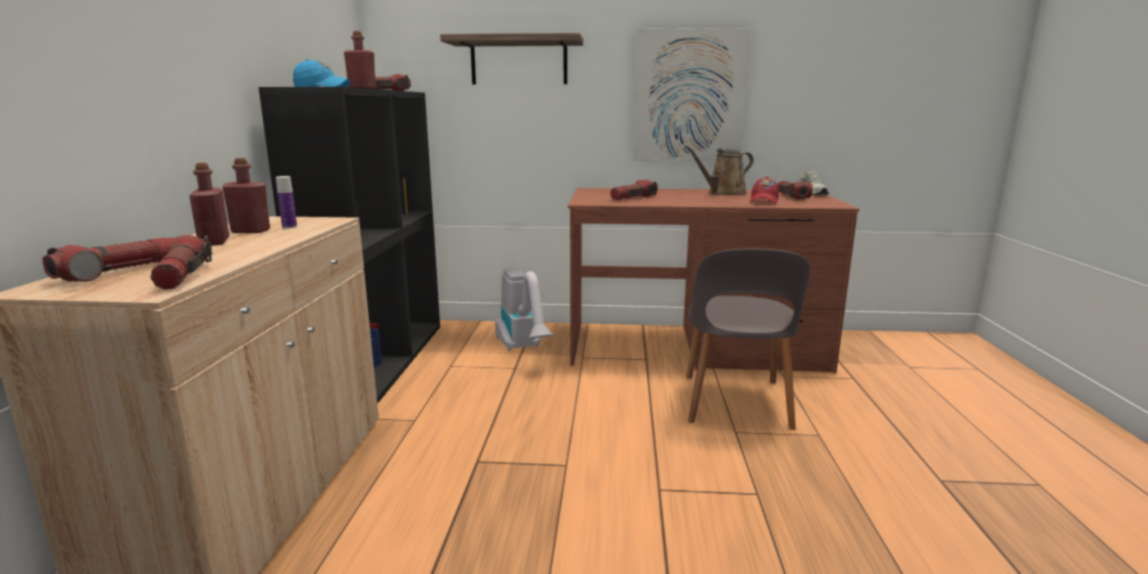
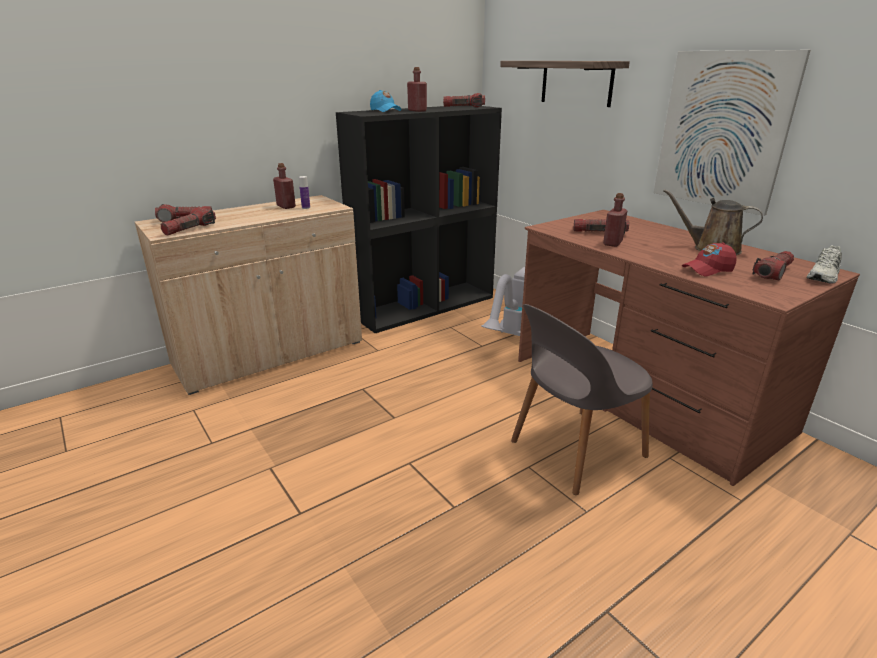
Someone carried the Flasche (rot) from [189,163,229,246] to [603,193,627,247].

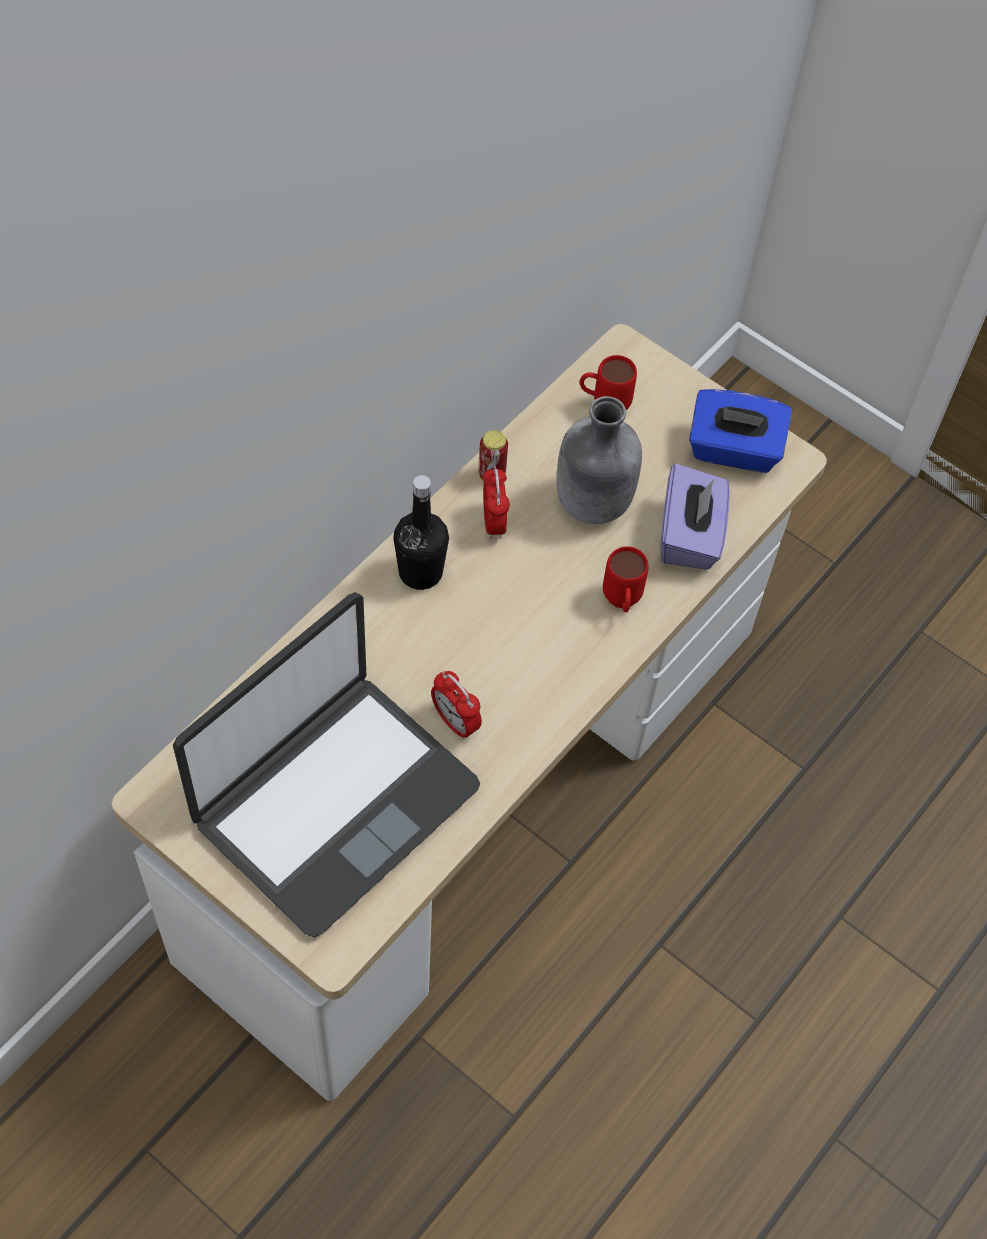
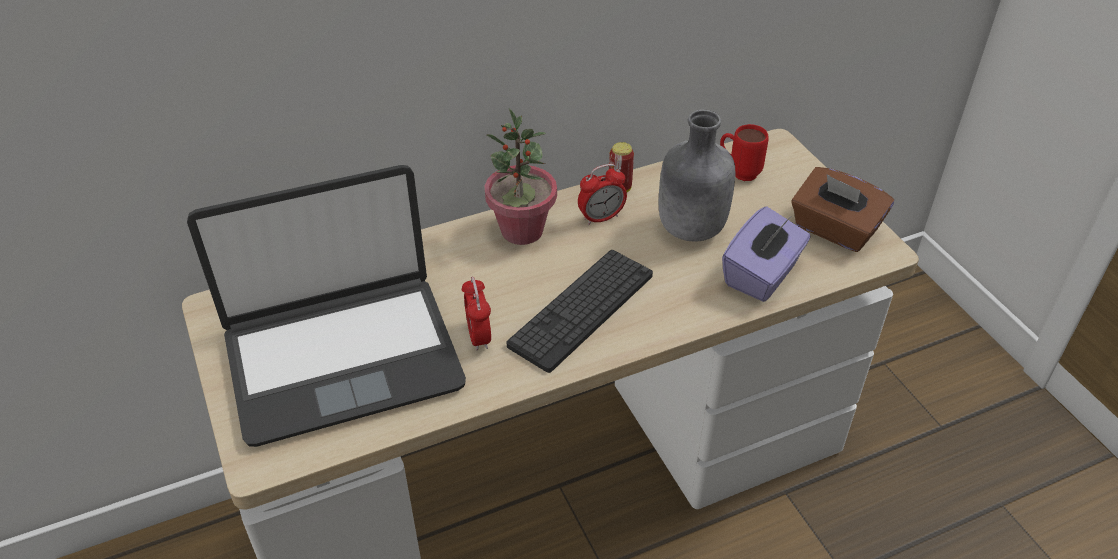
Someone took away the Henkelbecher (rot) at [603,546,649,613].
Someone put down the Tastatur at [507,250,653,373].
Someone swapped the Flasche (schwarz) at [394,475,449,590] for the Topfpflanze at [485,108,557,245].
Someone repainted the Taschentuchbox (blau) at [689,389,792,473], which became the Taschentuchbox (braun) at [792,167,894,252].
Someone rotated the Wecker at [483,466,510,539] by 45 degrees clockwise.

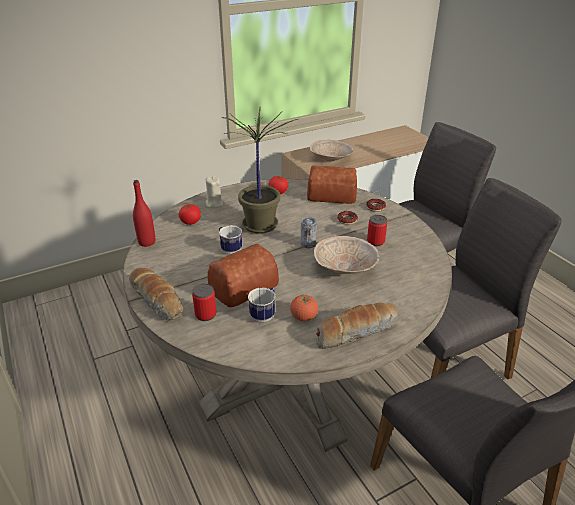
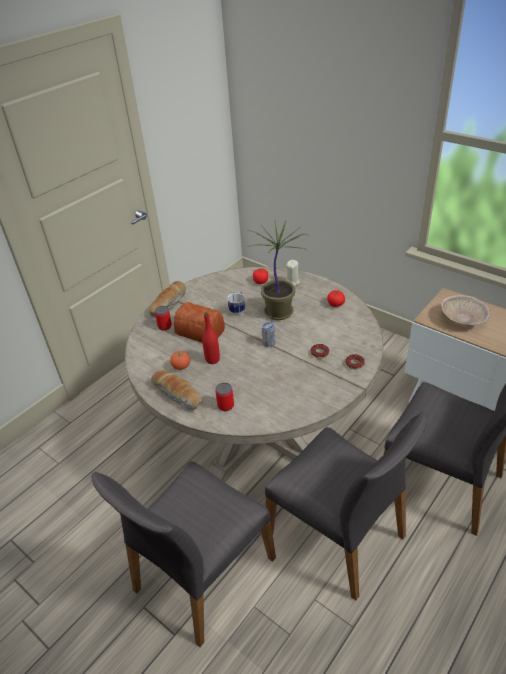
Someone took away the Henkelbecher at [248,288,275,323].
Someone took away the Brot at [307,166,357,204].
Someone took away the Schüssel (beige) at [314,236,380,274].
Someone carried the Flasche (rot) from [133,180,155,247] to [202,312,220,364].
Someone carried the Dose from [367,215,387,246] to [215,383,234,411].

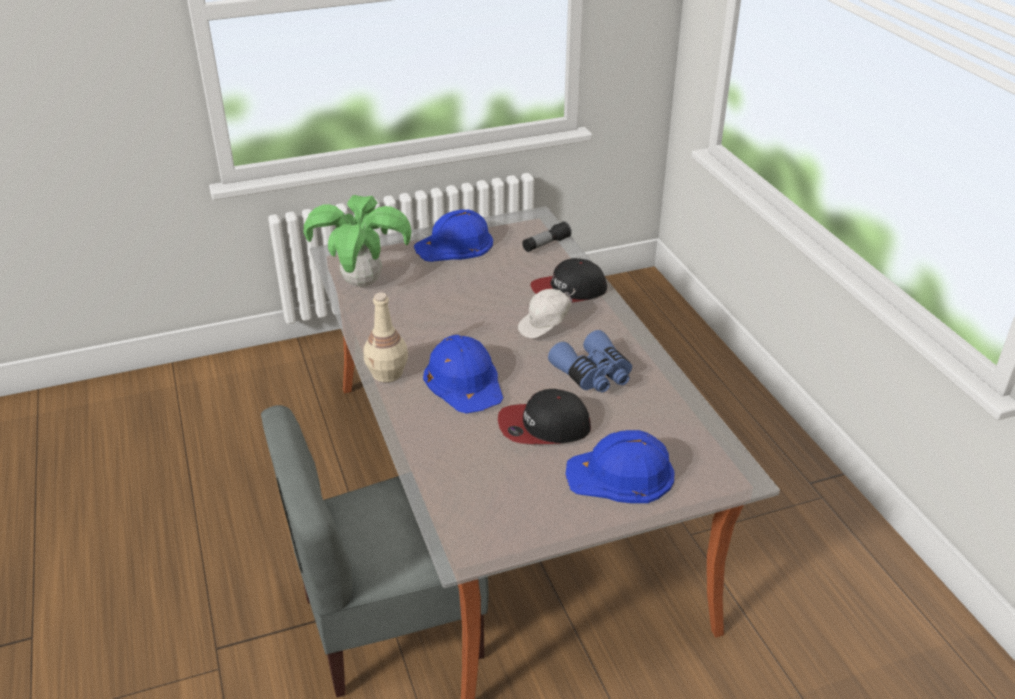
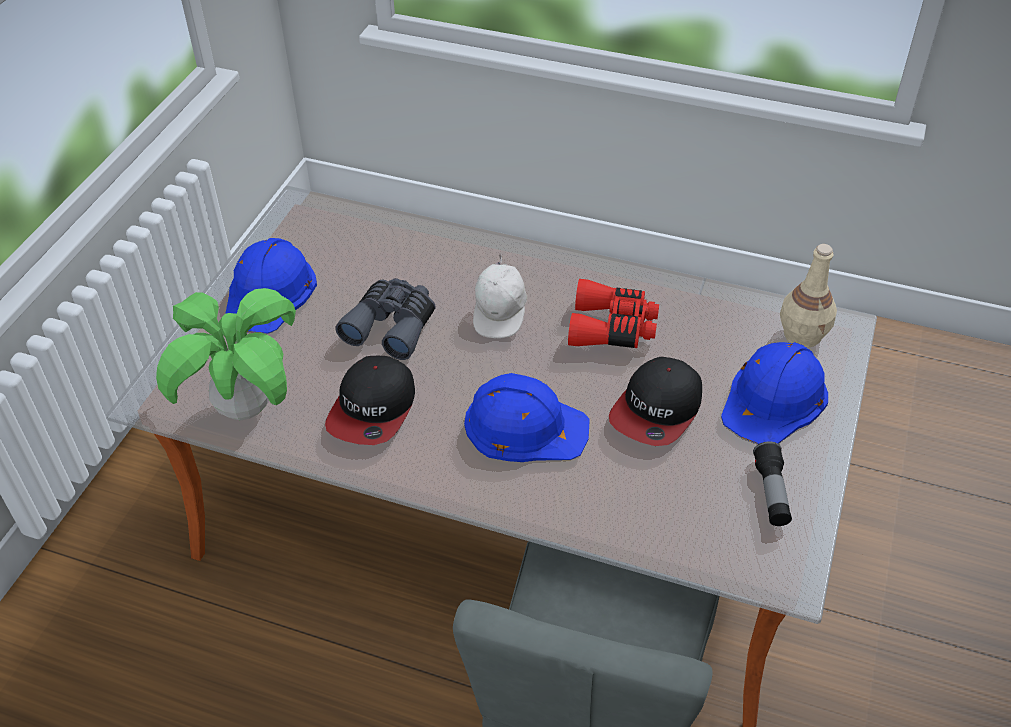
Someone put down the Fernglas (grau) at [336,278,436,360].
Someone carried the Flasche (beige) from [363,292,408,382] to [780,244,837,348].
Someone carried the Taschenlampe from [522,221,572,252] to [753,441,792,526].
Someone carried the Kappe from [530,258,607,302] to [325,356,415,445].
Someone repainted the Fernglas (blau) at [548,330,632,392], which became the Fernglas (rot) at [568,279,659,348].

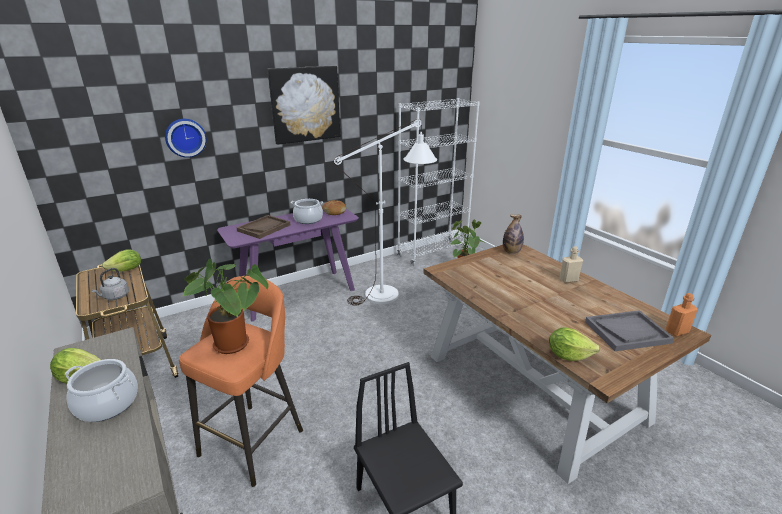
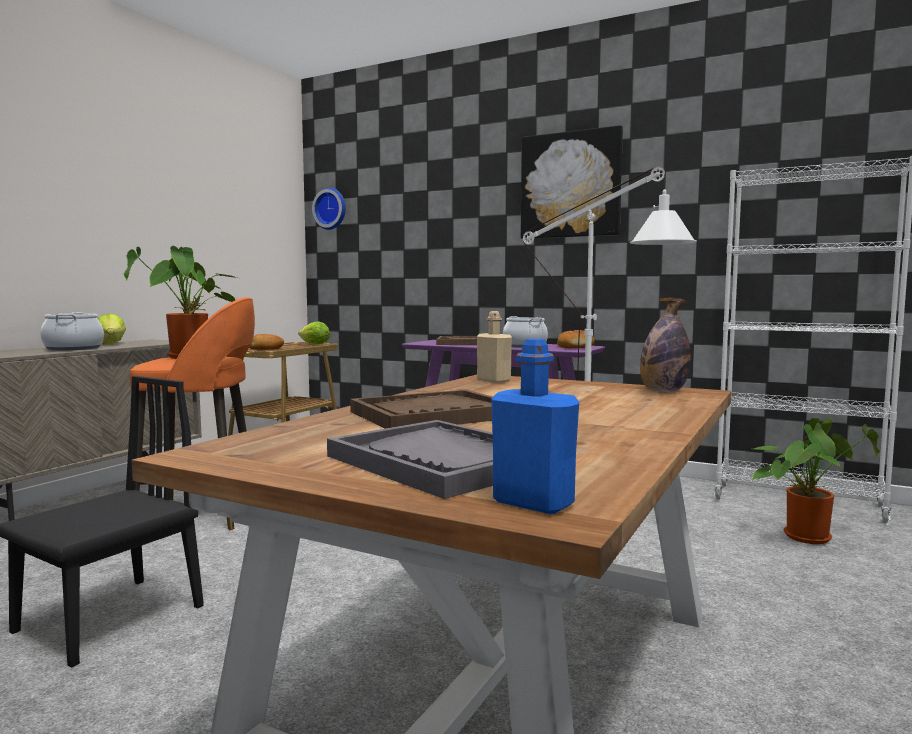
Someone took away the Salatkopf at [549,327,600,361].
Someone put down the Tablett (braun) at [350,390,493,429].
Someone carried the Wanduhr from [165,119,207,158] to [312,188,346,230].
Someone carried the Flasche (beige) from [560,246,583,283] to [477,311,512,383].
Someone swapped the Wasserkessel (grau) at [91,268,129,300] for the Brot at [249,334,284,350].
Someone repainted the Flasche (orange) at [666,293,698,336], which became the Flasche (blau) at [491,339,579,514].

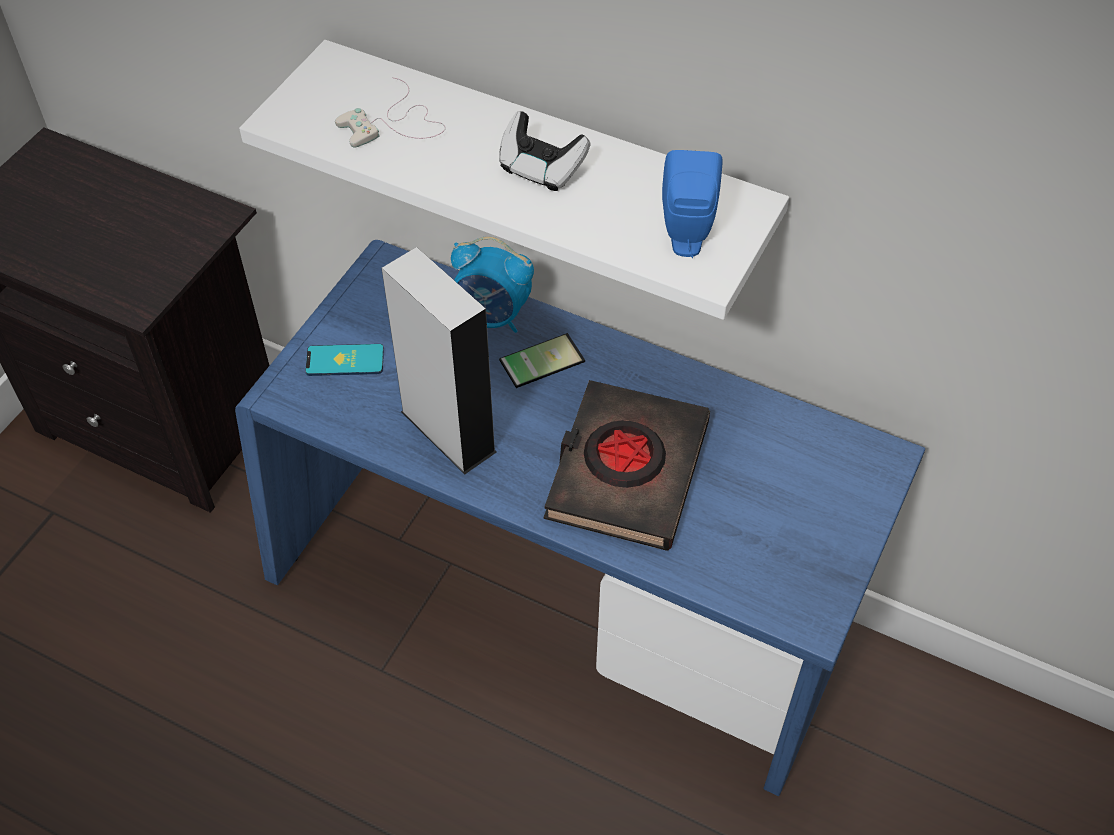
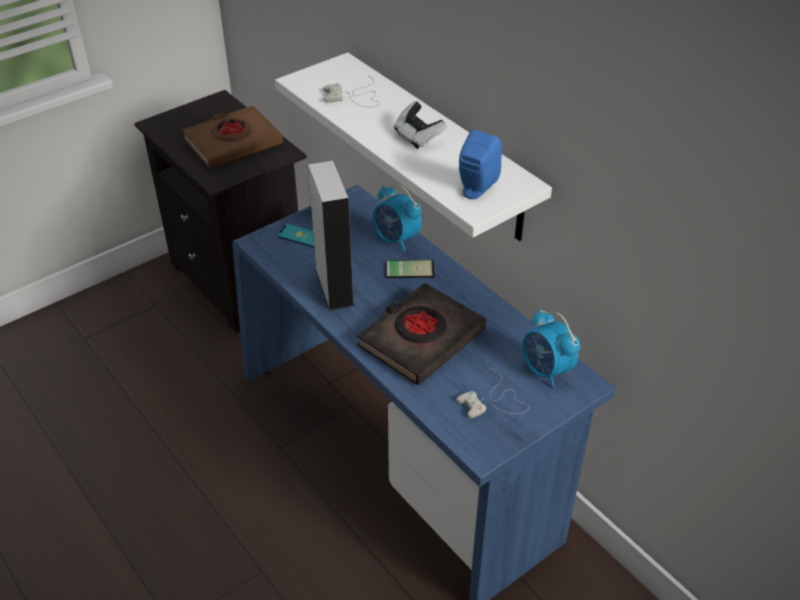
Someone put down the Buch (braun) at [182,106,283,168].
Someone put down the Gamepad (weiß) at [457,368,529,418].
Someone put down the Wecker at [522,309,580,387].

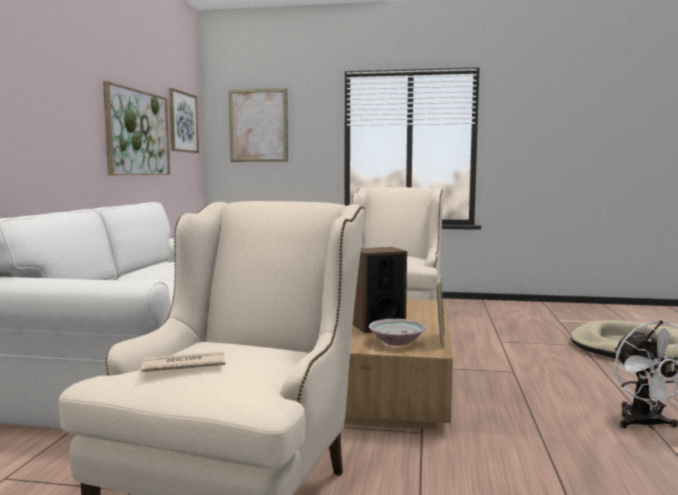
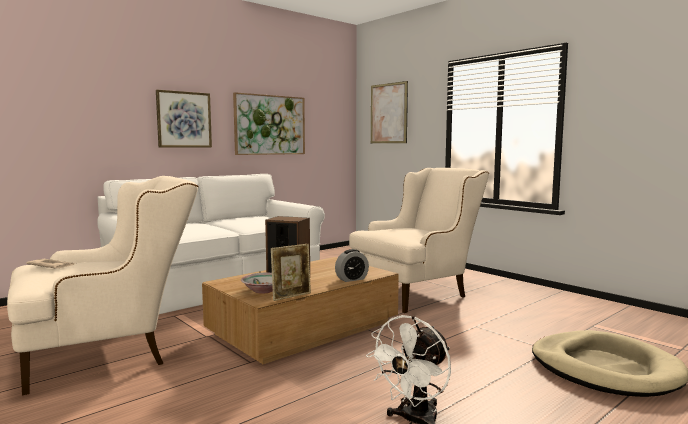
Someone put down the Wecker at [335,249,369,282].
Someone carried the Bild from [169,88,199,153] to [156,90,212,148].

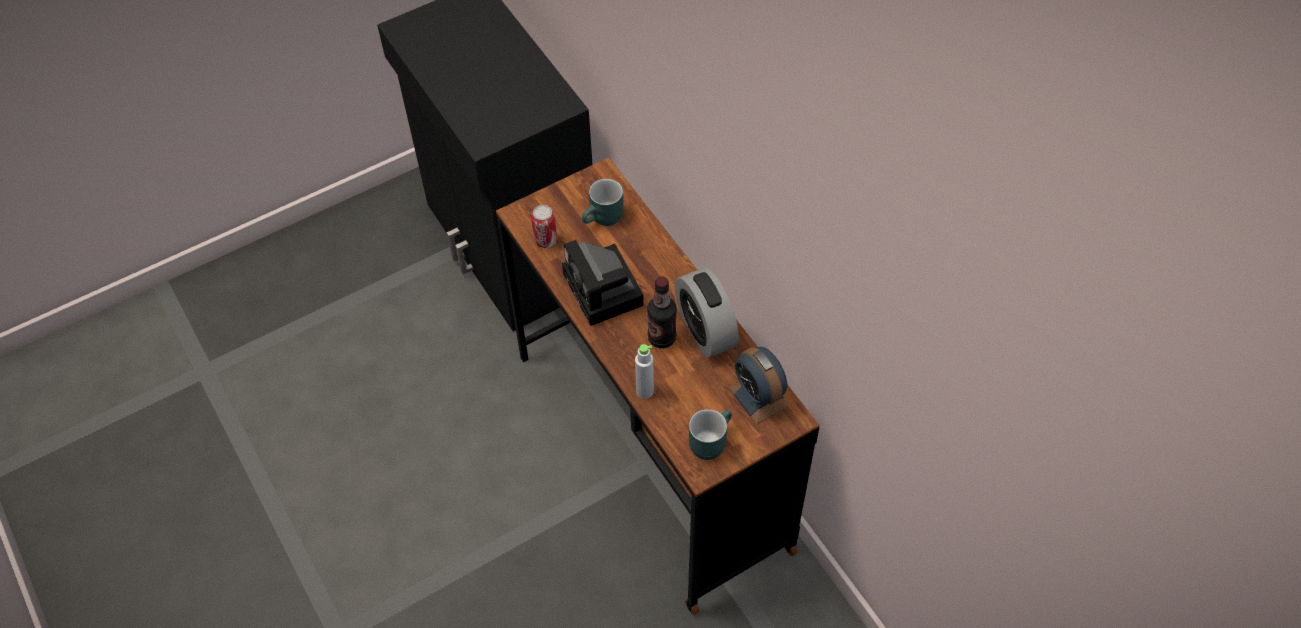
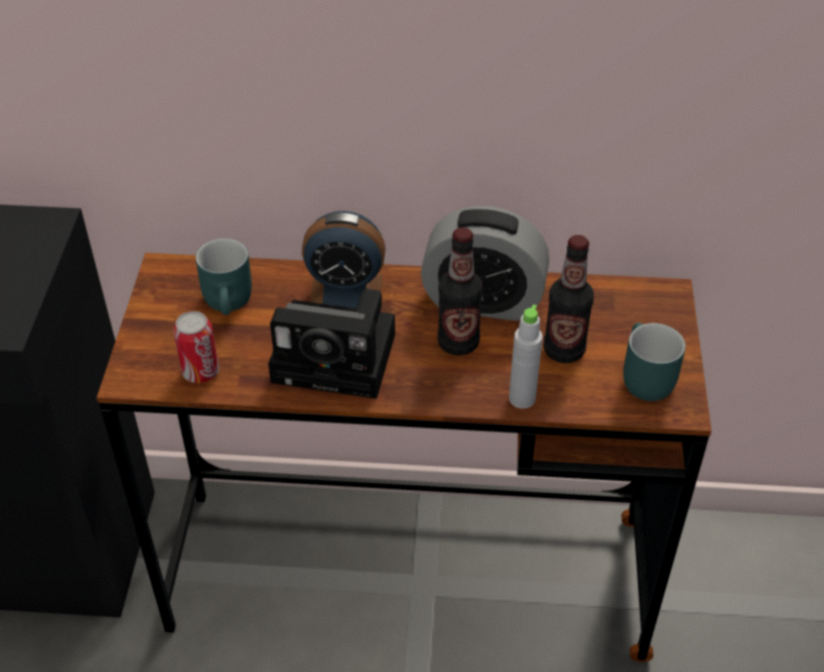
Someone put down the Flasche at [543,235,594,363].
Someone carried the Wecker from [728,347,790,424] to [302,211,386,308].

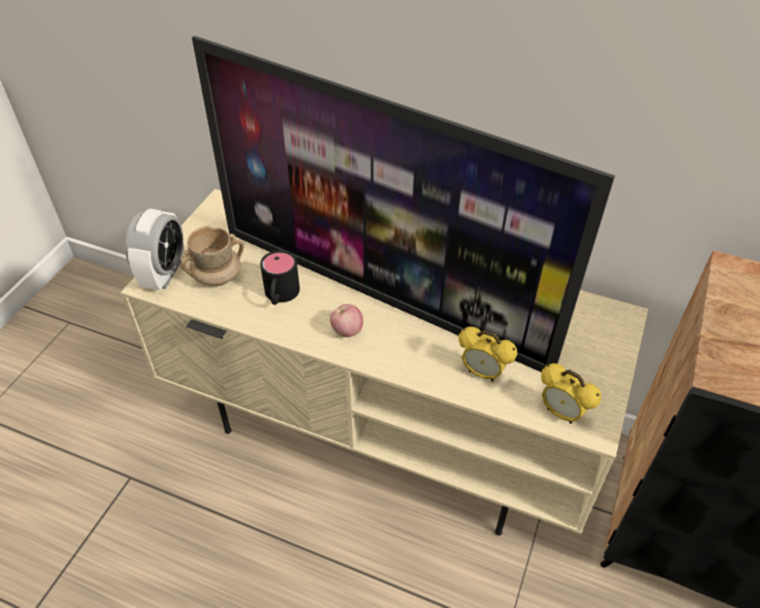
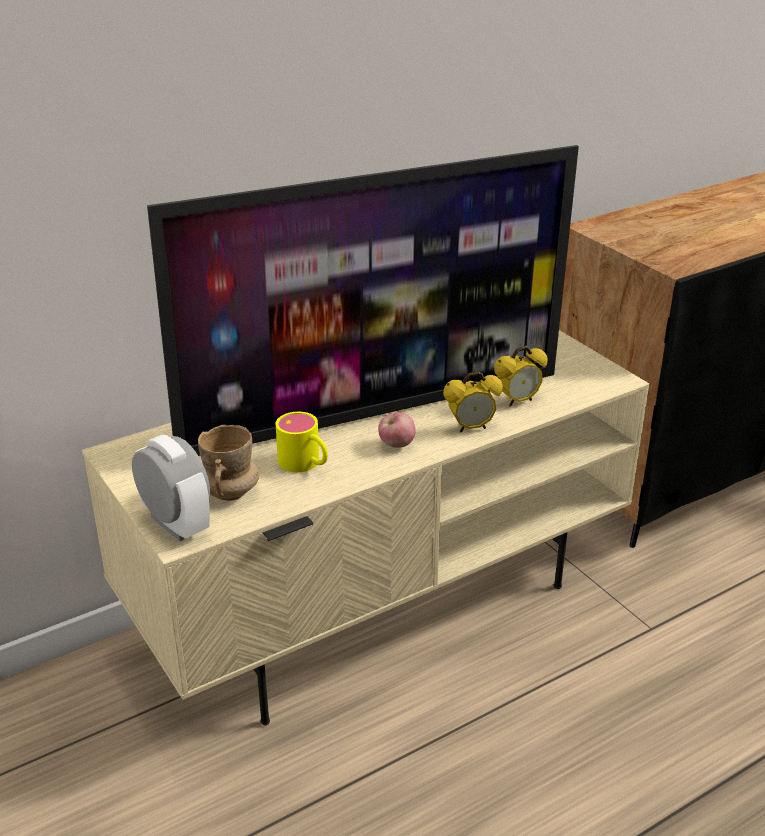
Someone carried the Wecker from [541,363,601,424] to [443,371,503,432].
Someone repainted the Henkelbecher (schwarz) at [260,250,300,305], which became the Henkelbecher (gelb) at [276,412,328,472].

